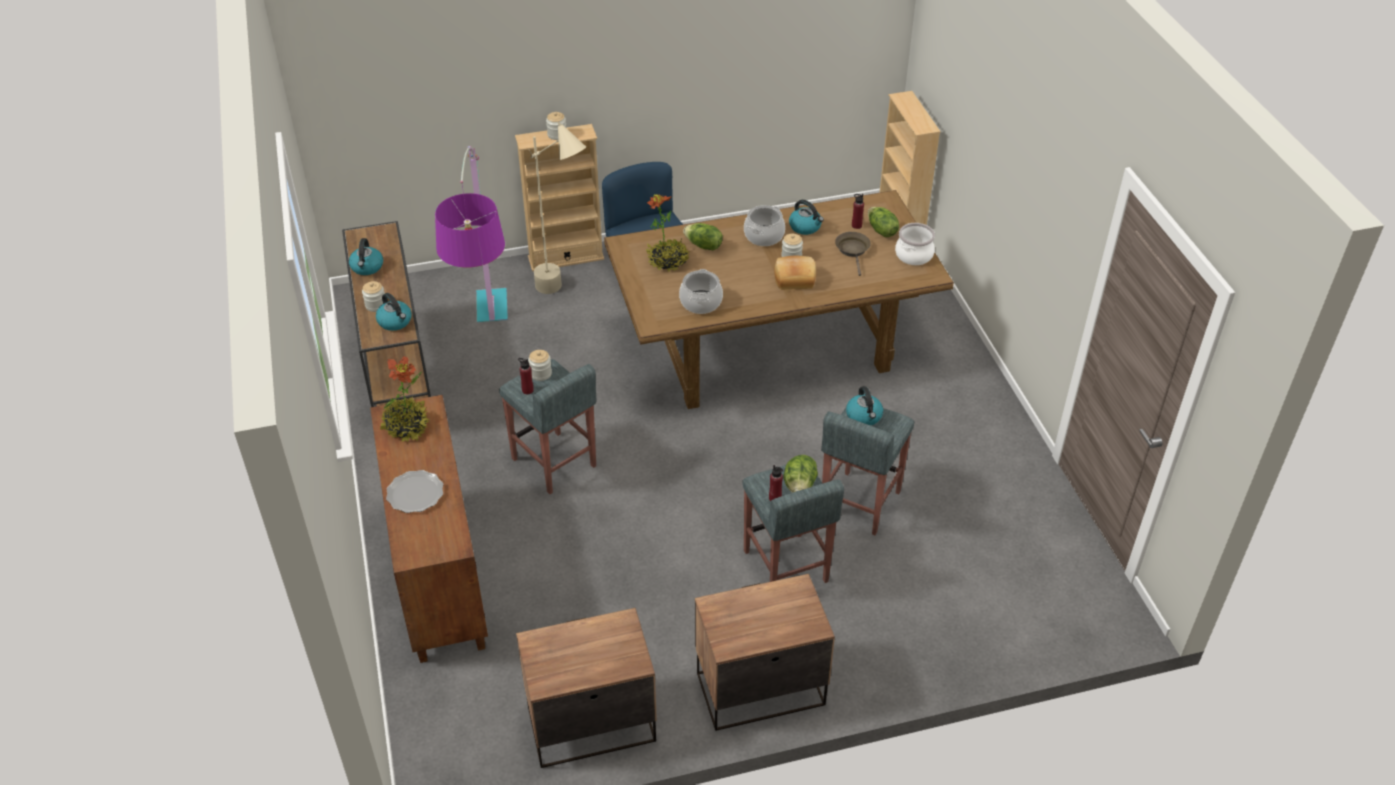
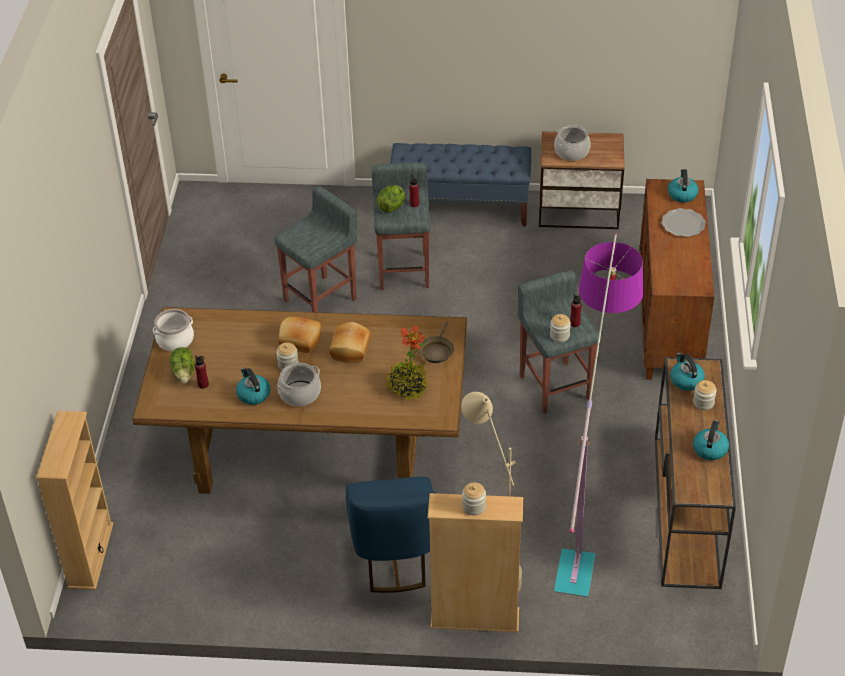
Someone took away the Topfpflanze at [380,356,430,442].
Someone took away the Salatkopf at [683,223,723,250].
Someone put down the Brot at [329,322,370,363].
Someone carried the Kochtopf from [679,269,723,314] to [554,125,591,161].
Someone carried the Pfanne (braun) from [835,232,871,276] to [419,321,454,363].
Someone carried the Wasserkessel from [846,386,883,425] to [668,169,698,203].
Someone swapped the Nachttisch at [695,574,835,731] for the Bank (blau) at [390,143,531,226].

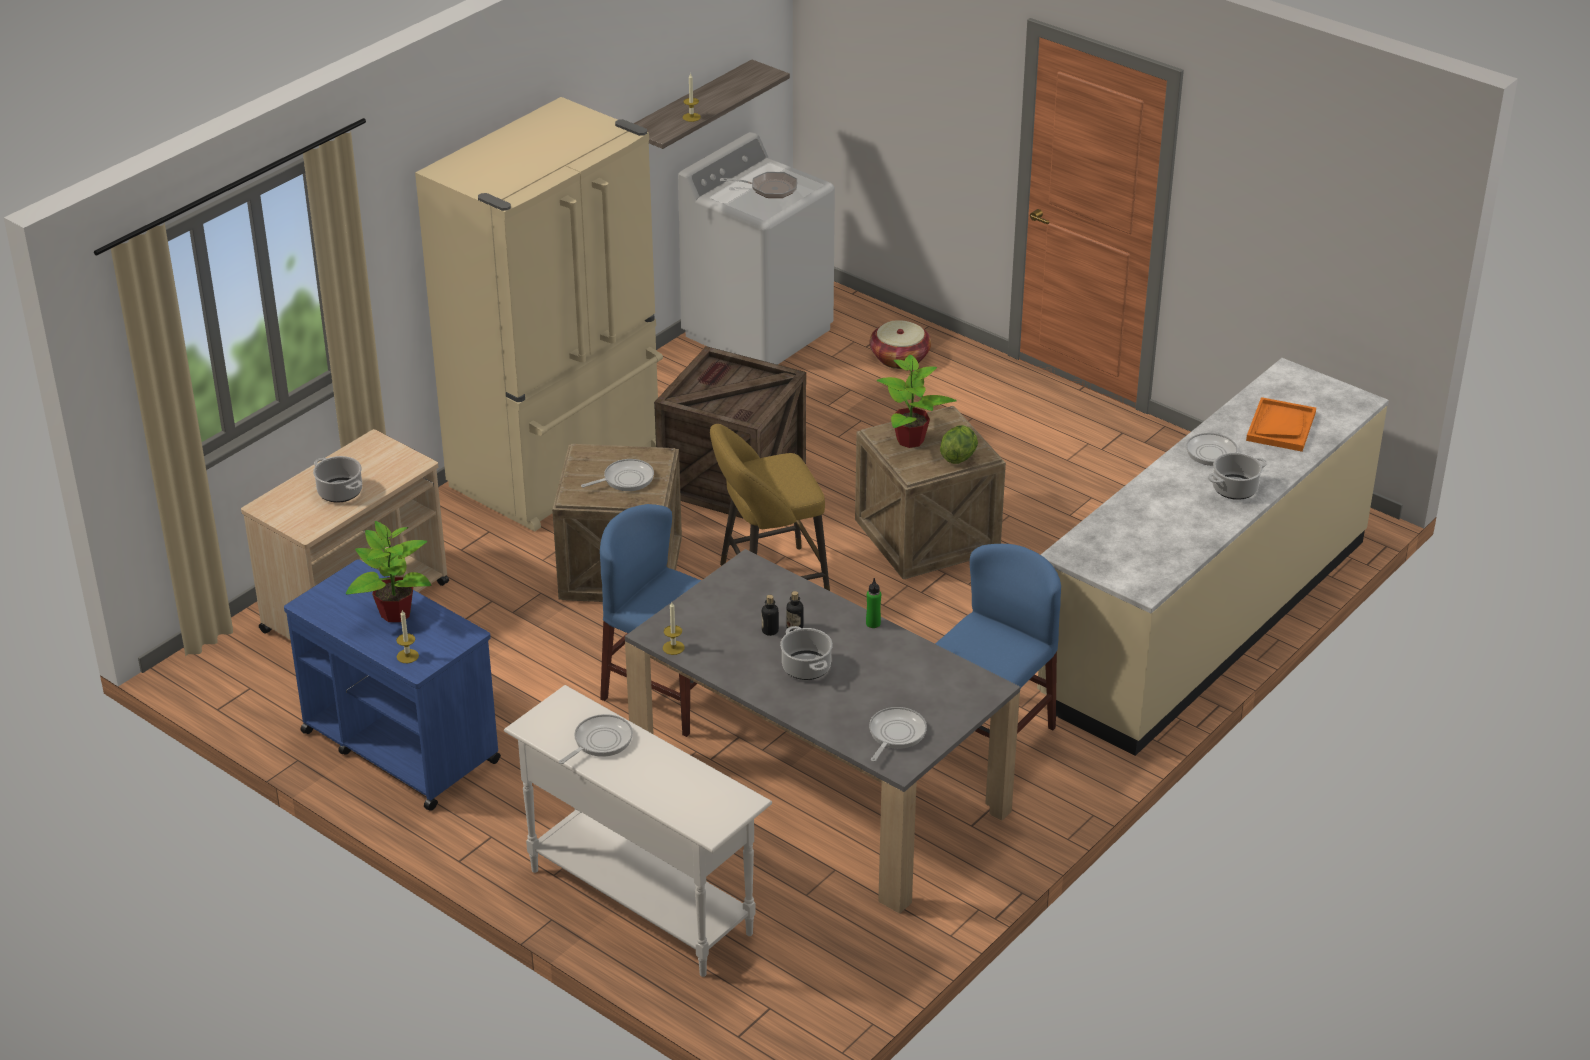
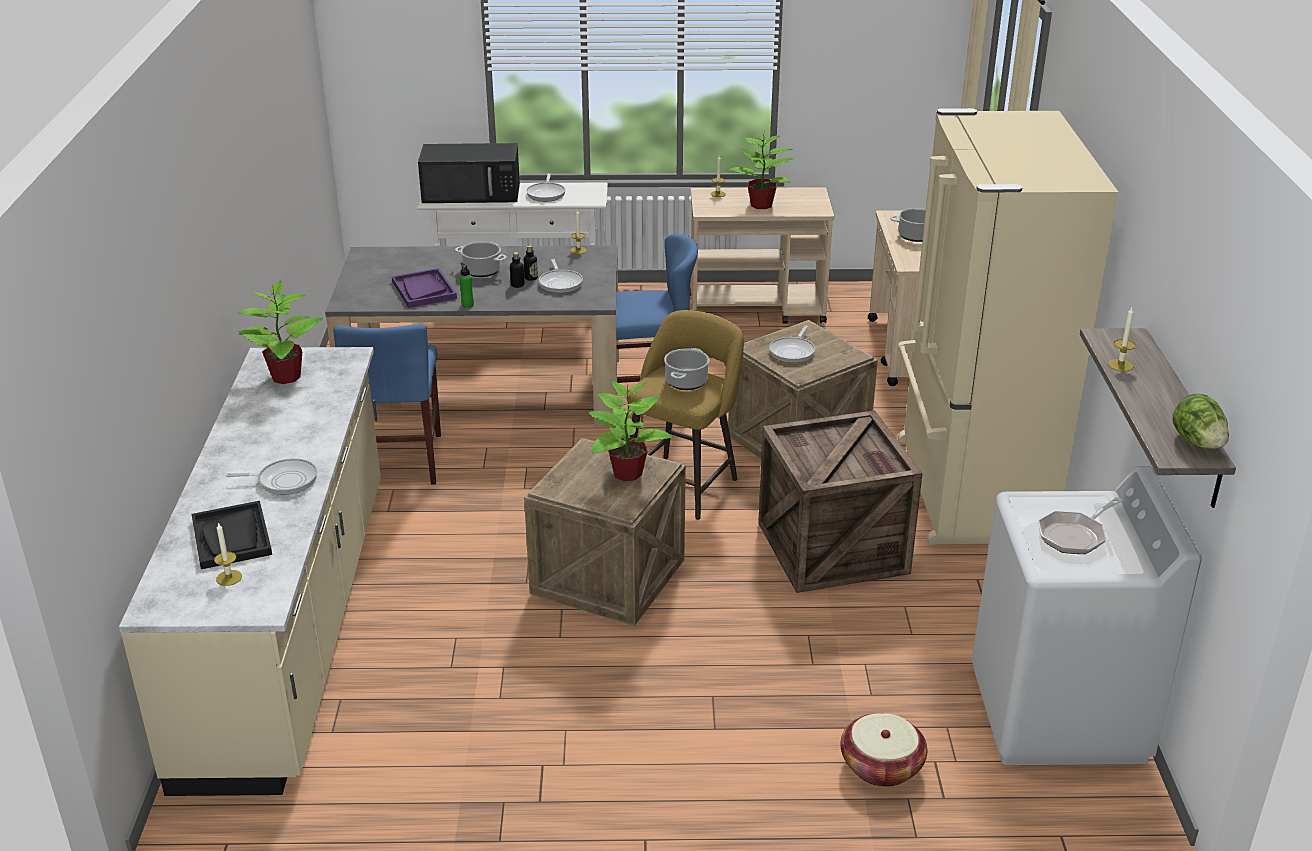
Someone put down the Kerze at [214,523,242,586].
Someone put down the Topfpflanze at [238,280,323,384].
Someone put down the Tablett (lila) at [392,268,457,308].
Someone put down the Mikrowelle (schwarz) at [418,143,520,203].
Someone carried the Pfanne from [869,707,927,762] to [539,259,583,293].
Someone carried the Salatkopf from [940,425,978,464] to [1173,393,1229,449].
Someone carried the Kochtopf from [1208,452,1267,500] to [664,348,709,390].
Someone repainted the Rollwagen (blau) at [284,559,501,811], which became the Rollwagen (beige) at [690,187,834,324].
Someone repainted the Tablett (orange) at [1246,397,1316,452], which became the Tablett (schwarz) at [191,501,272,569].

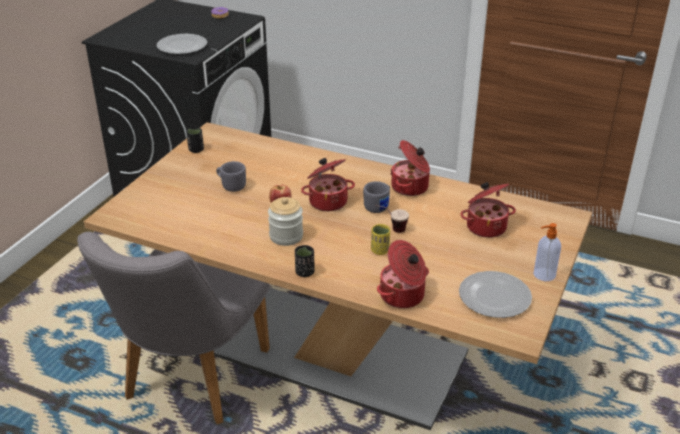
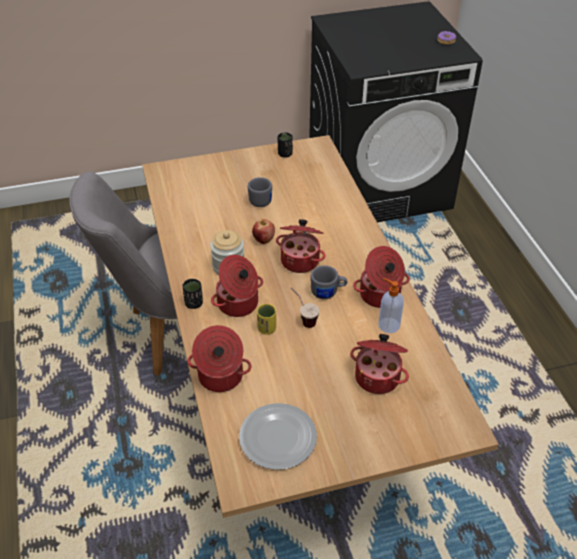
Someone took away the Teller at [157,34,207,54].
Someone put down the Kochtopf at [211,255,263,317].
Someone carried the Seifenspender from [533,223,561,281] to [378,278,404,333].

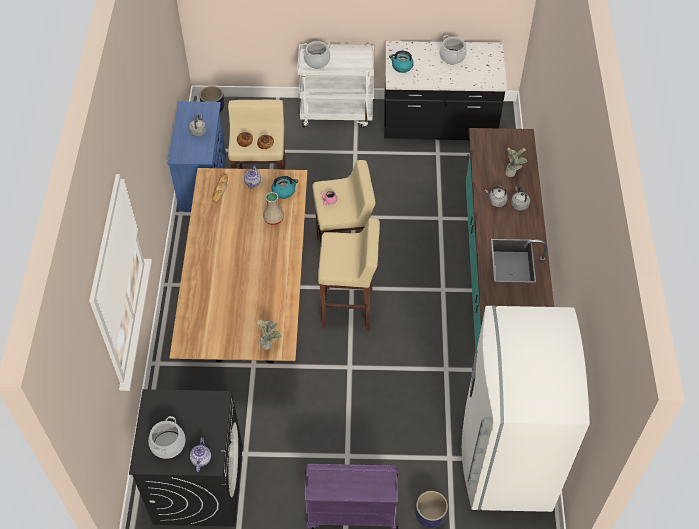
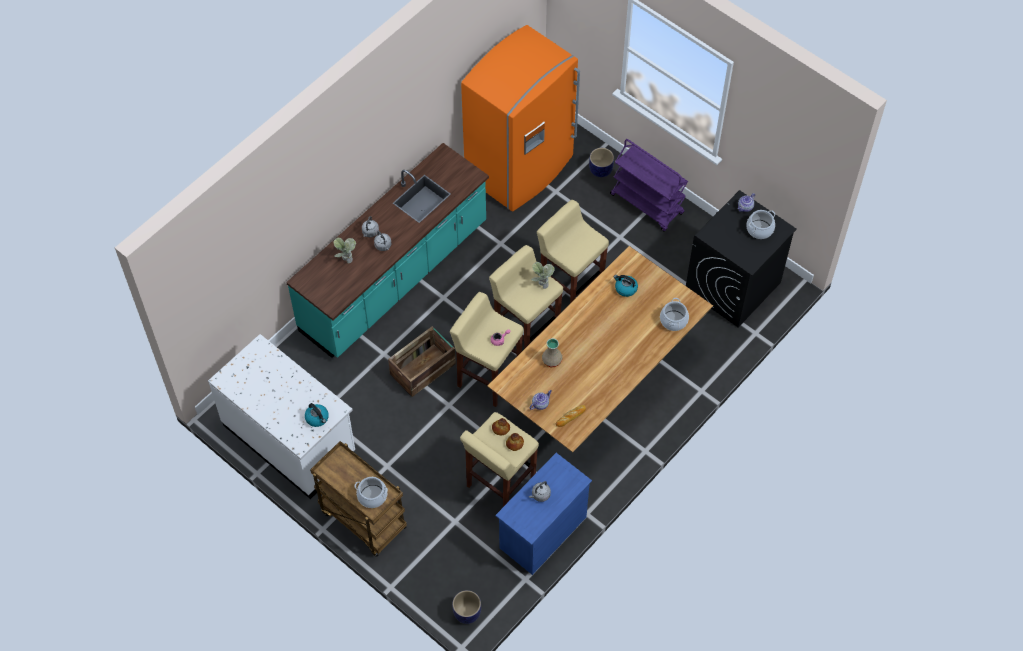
Someone put down the Kiste at [388,326,456,397].
Someone put down the Hocker (beige) at [537,200,609,304].
Someone carried the Topfpflanze from [257,320,282,350] to [531,262,555,289].
Someone carried the Wasserkessel from [272,176,298,199] to [614,275,638,297].
Someone carried the Kochtopf from [439,35,467,64] to [660,298,689,331].
Someone repainted the Rollwagen (weiß) at [297,43,374,128], which became the Rollwagen (braun) at [310,441,407,557].
Someone repainted the Küchenzeile (schwarz) at [384,41,507,140], which became the Küchenzeile (weiß) at [208,334,355,499].
Someone repainted the Kühlschrank (weiß) at [462,305,590,512], which became the Kühlschrank (orange) at [461,25,580,212].

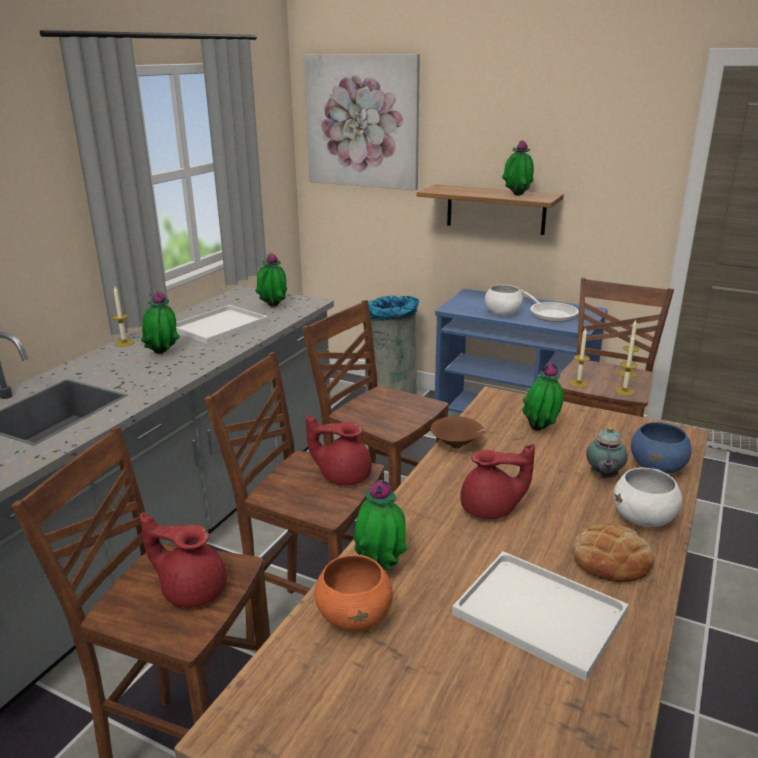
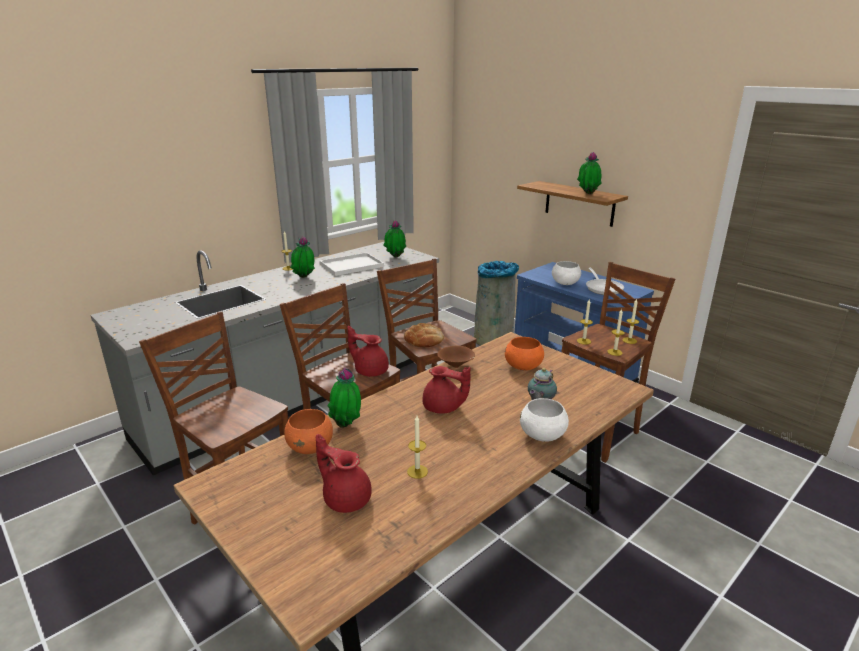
Someone took away the Bild at [304,54,420,190].
Someone took away the Schüssel (blau) at [631,422,692,474].
Someone carried the Teekanne (rot) from [140,512,227,608] to [316,434,372,513].
Someone carried the Brot from [573,523,654,582] to [404,323,444,347].
Someone swapped the Tablett (weiß) at [452,551,629,681] for the Kerze at [407,416,428,479].
Someone swapped the Topfpflanze at [522,362,563,431] for the Schüssel (orange) at [505,337,544,370].

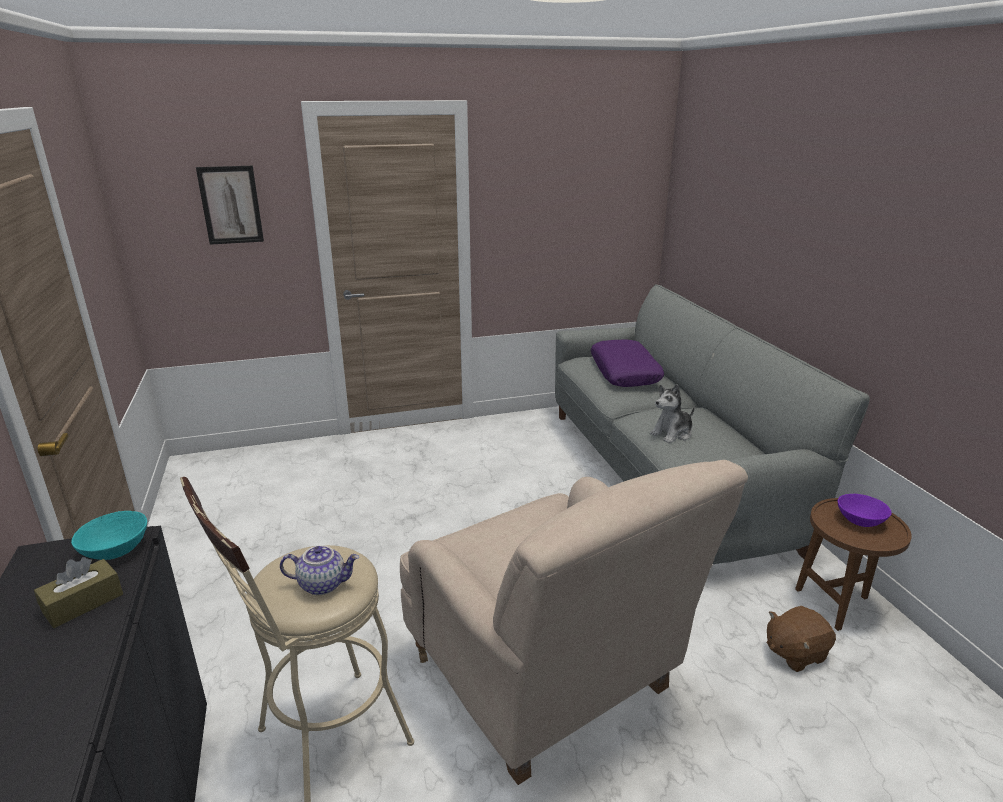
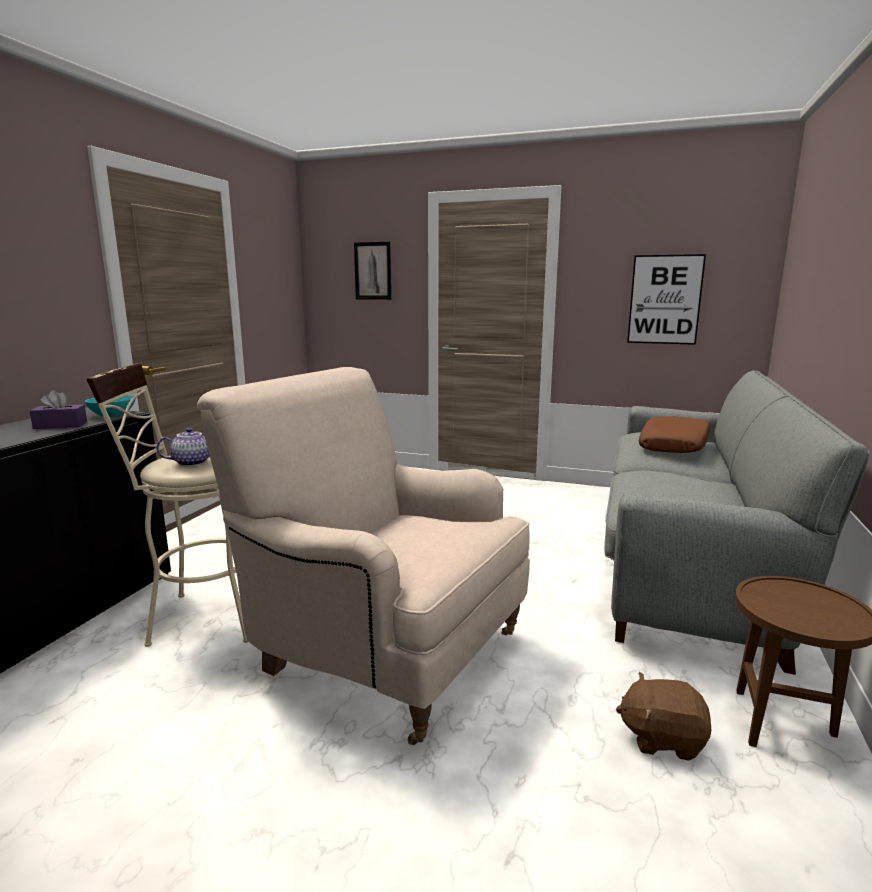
Someone took away the Plüschtier at [650,384,695,443].
Someone took away the Schüssel (lila) at [838,494,892,527].
Someone put up the Bild at [627,254,706,345].
Someone repainted the Taschentuchbox (braun) at [34,557,123,628], which became the Taschentuchbox (lila) at [30,390,87,429].
Someone repainted the Kissen (lila) at [591,340,664,387], which became the Kissen (braun) at [638,416,710,453].
Someone rotated the Teekanne at [280,545,359,595] by 60 degrees counterclockwise.
Someone rotated the Sessel (beige) at [400,460,748,785] by 120 degrees clockwise.

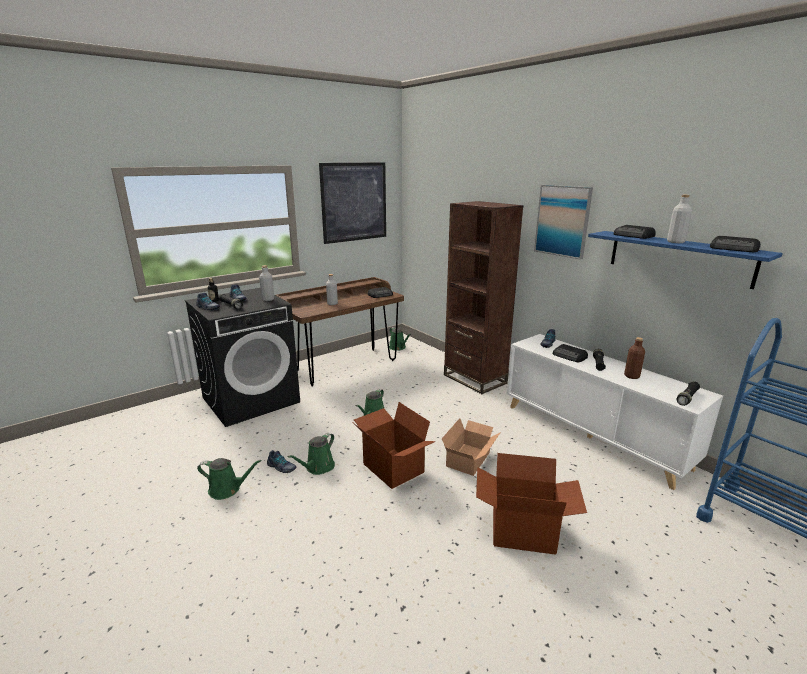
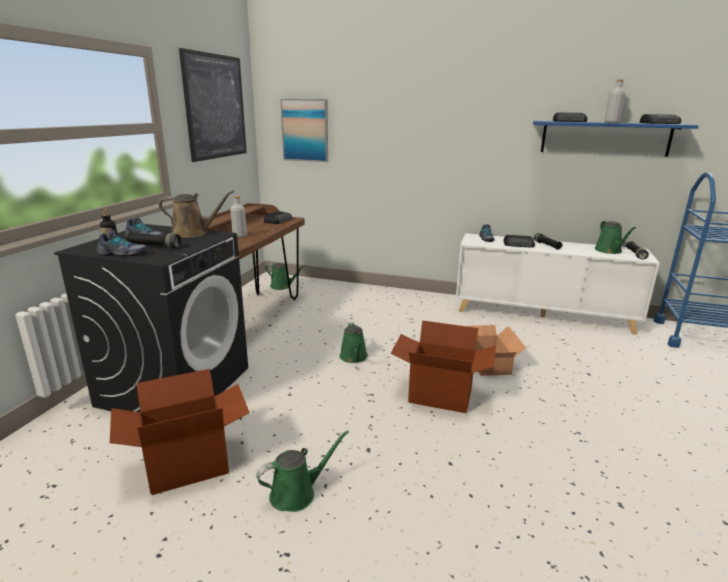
Someone took away the Schuh at [267,450,296,473].
Someone took away the Bücherregal (braun) at [444,201,524,394].
Someone took away the Flasche (braun) at [624,337,645,379].
Someone carried the Gießkanne (grün) from [288,433,335,475] to [595,221,636,254].
Someone carried the Karton from [476,453,587,555] to [110,369,250,495].
Someone carried the Bild from [534,185,593,260] to [280,99,328,162].
Someone swapped the Flasche (grau) at [259,265,274,301] for the Gießkanne (braun) at [159,190,234,238].

